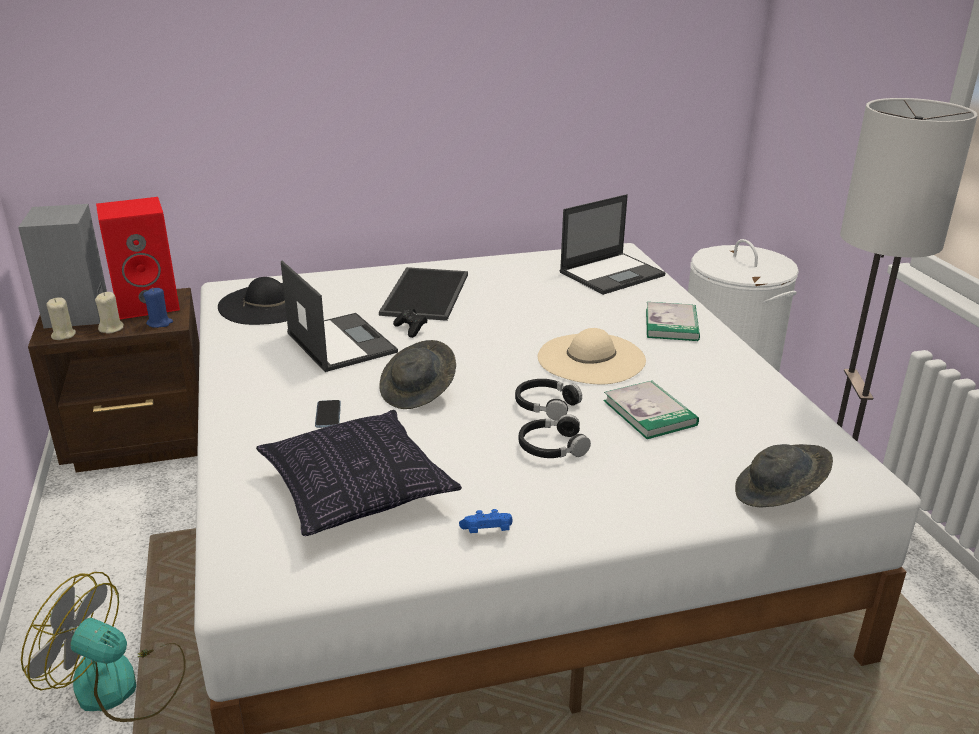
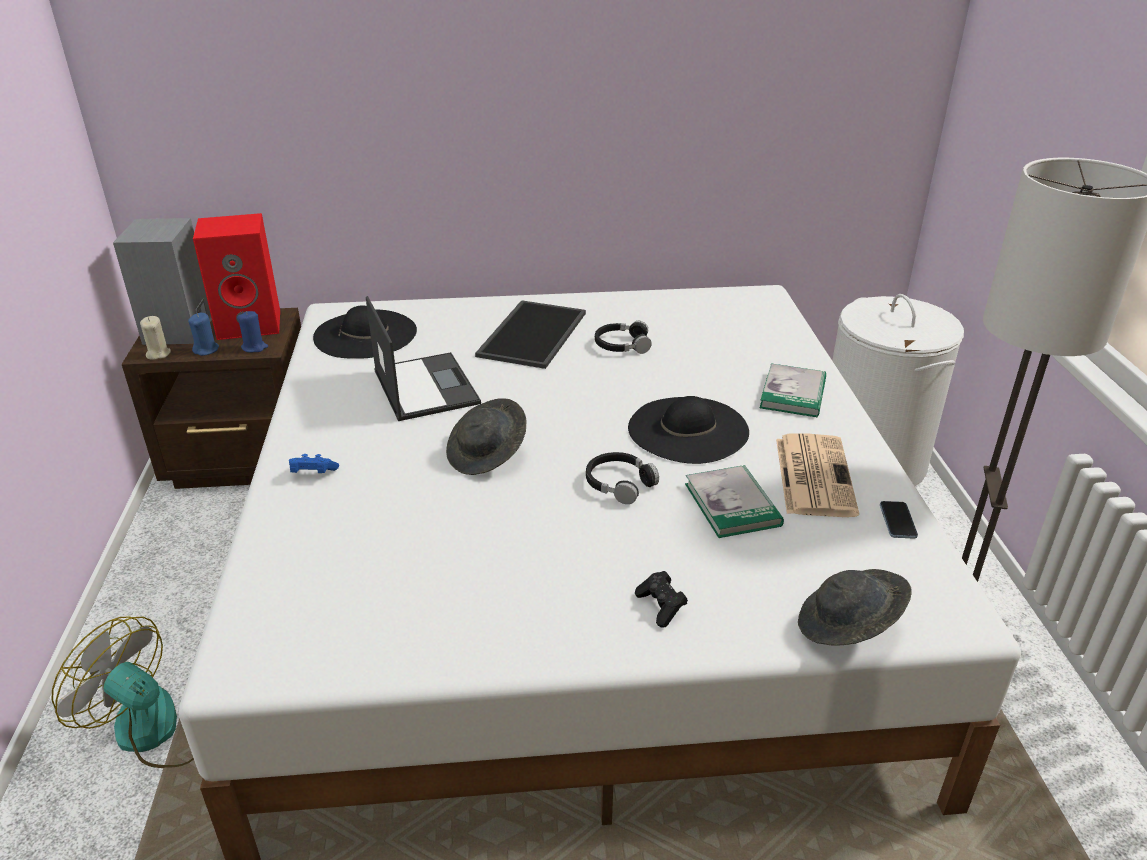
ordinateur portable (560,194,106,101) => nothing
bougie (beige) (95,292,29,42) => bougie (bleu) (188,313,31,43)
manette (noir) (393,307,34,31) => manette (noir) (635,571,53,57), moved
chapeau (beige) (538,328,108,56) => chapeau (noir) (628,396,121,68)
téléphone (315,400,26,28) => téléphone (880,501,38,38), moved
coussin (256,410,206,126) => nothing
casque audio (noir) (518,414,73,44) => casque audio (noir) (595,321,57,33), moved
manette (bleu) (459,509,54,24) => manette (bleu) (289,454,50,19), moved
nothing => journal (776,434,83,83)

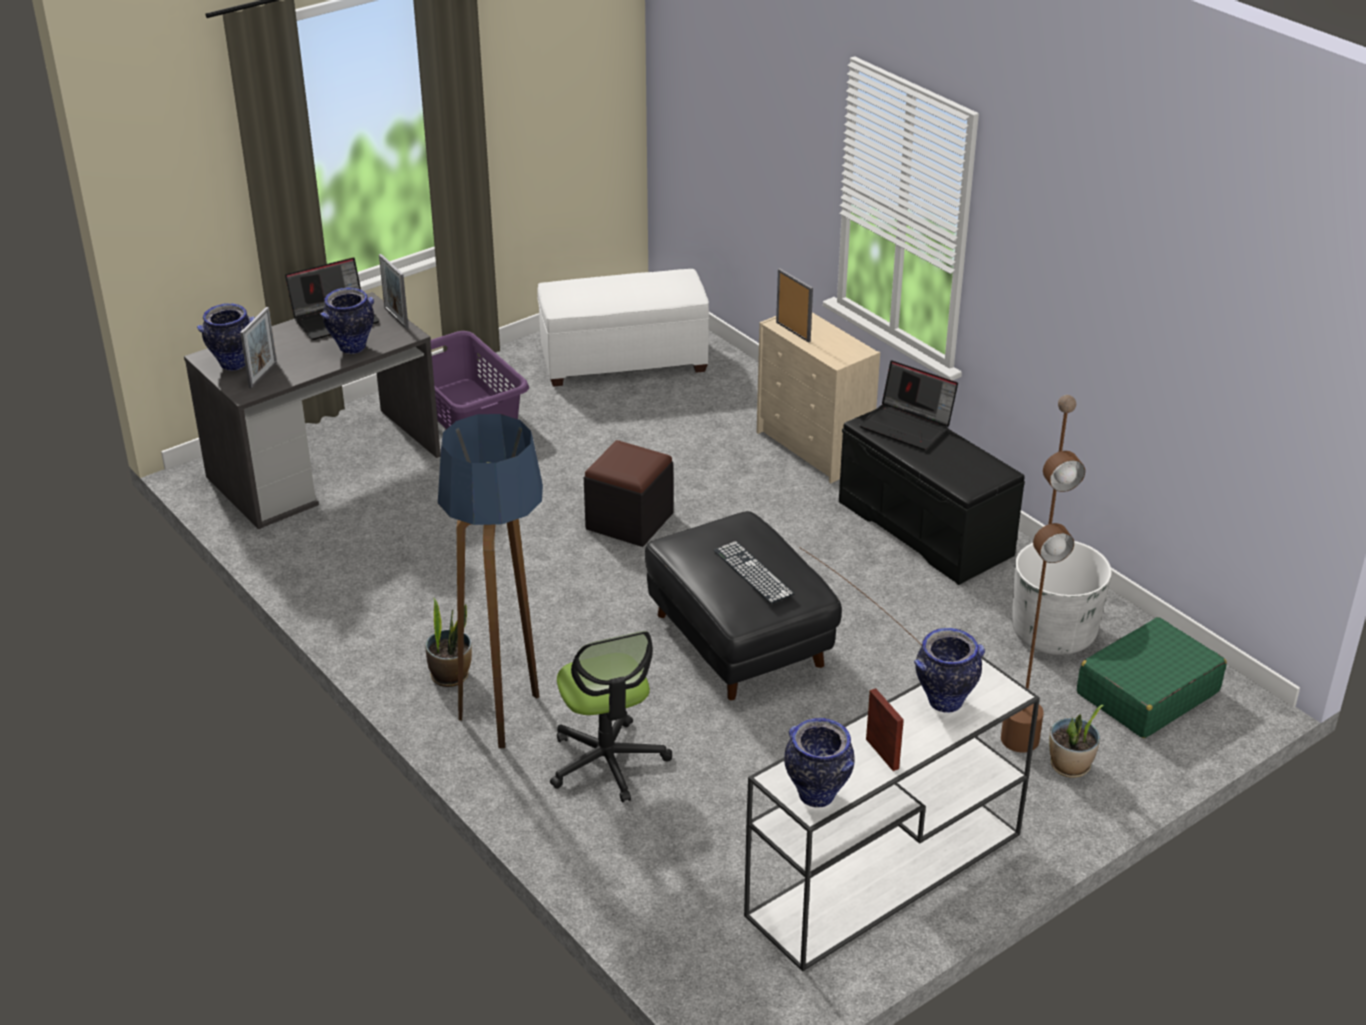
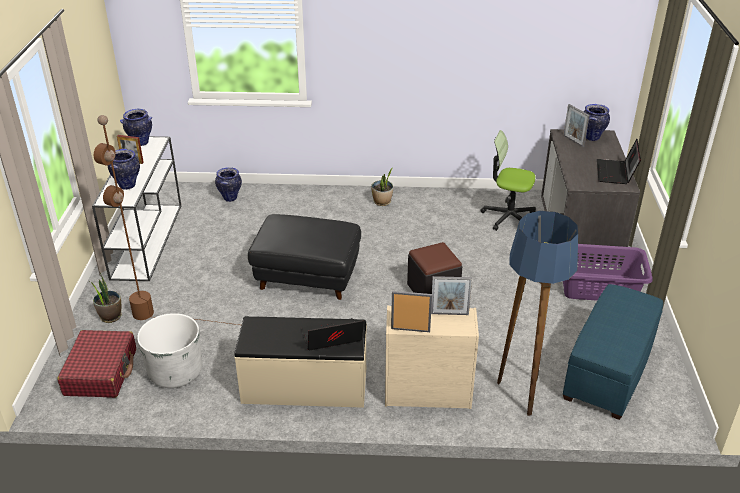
cadre photo (379,254,30,75) => cadre photo (391,291,41,41), moved
pouf (blanc) (537,269,172,118) => pouf (bleu) (563,284,100,136)
vase (320,288,54,66) => vase (215,167,27,35), moved
banc (noir) (839,409,186,176) => banc (beige) (234,316,133,92)
lampadaire (438,414,105,334) => lampadaire (497,211,81,205), moved
clavier (714,541,81,63) => nothing
valise (vert) (1077,617,150,121) => valise (rouge) (57,330,79,68)
chaise de bureau (550,631,122,172) => chaise de bureau (480,130,56,101), moved

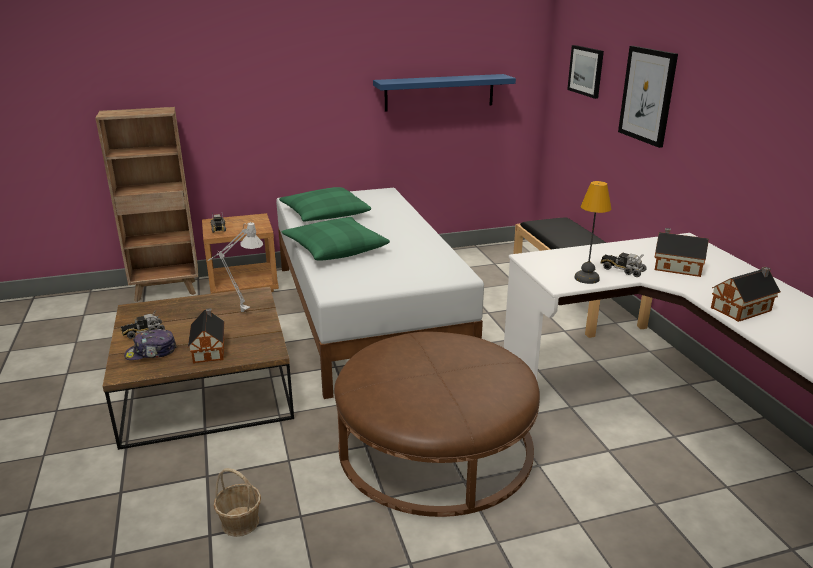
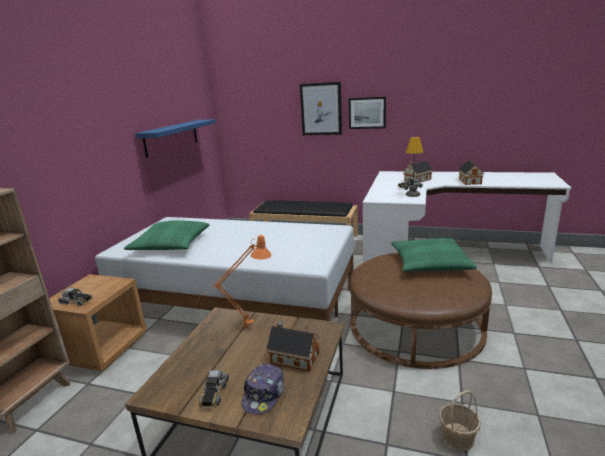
tableau (567,45,37,54) => tableau (349,97,37,32), moved
coussin (vert) (281,217,109,44) => coussin (vert) (391,238,86,34), moved
lampe de table (gris) (208,222,55,92) => lampe de table (orange) (196,235,75,93)

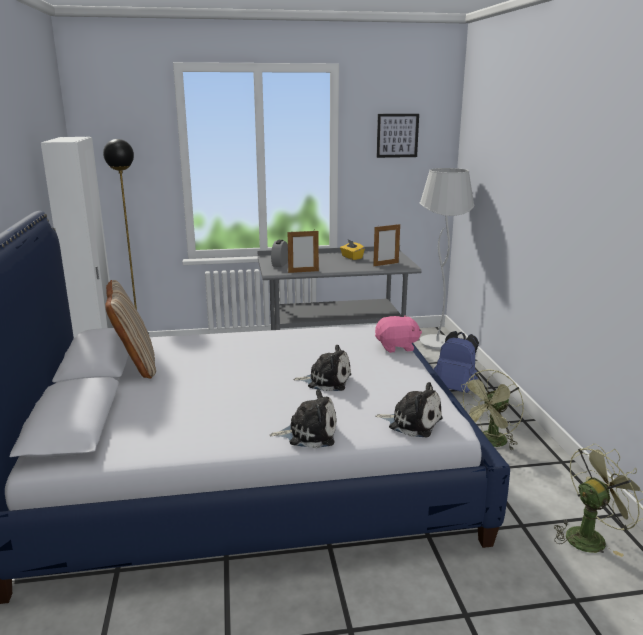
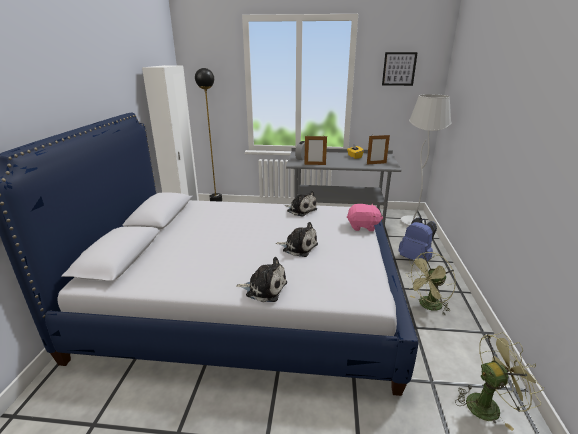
coussin (beige) (105,280,51,98) => nothing
peluche (375,382,68,55) => peluche (285,191,32,26), moved

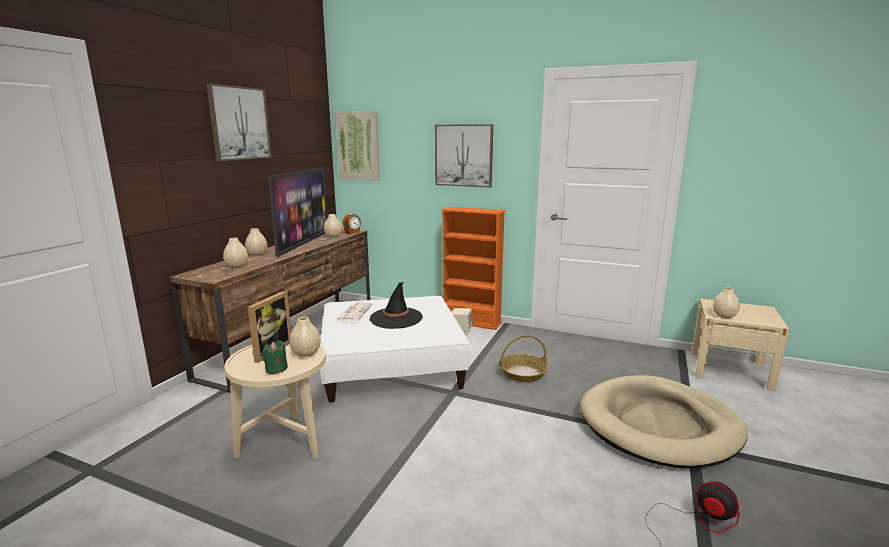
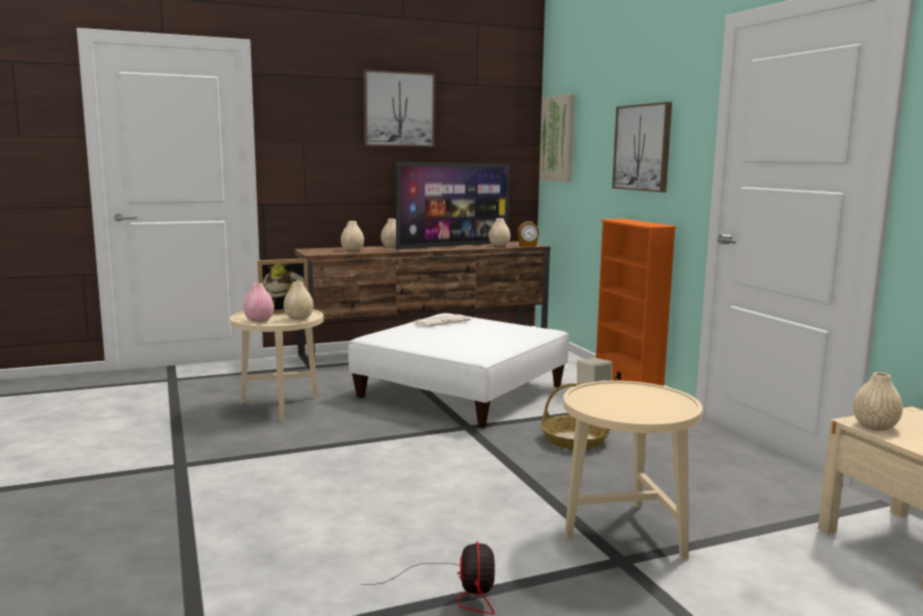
chapeau (noir) (370,282,53,47) => nothing
bougie (vert) (262,341,26,33) => vase (rose) (243,283,31,39)
panier pour chien (beige) (580,375,168,94) => table d'appoint (beige) (563,381,140,178)

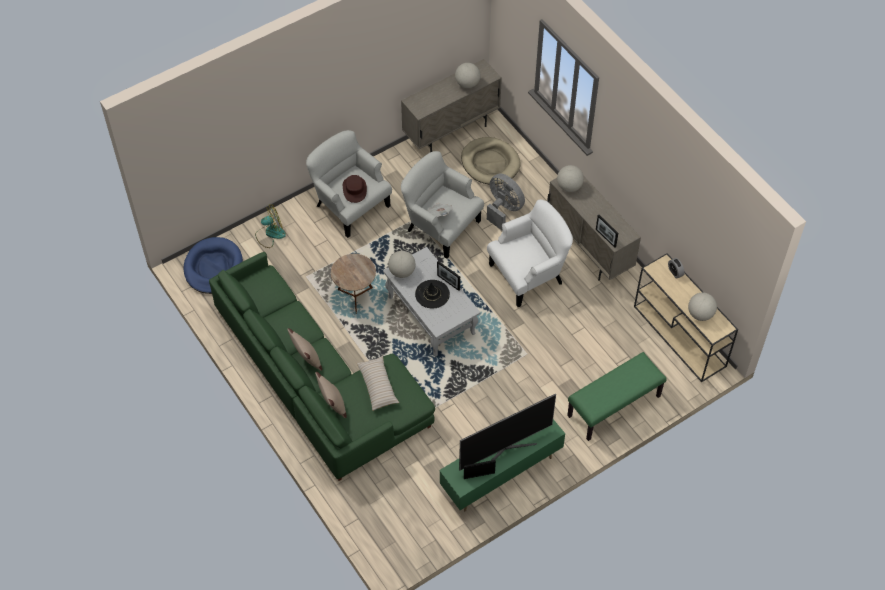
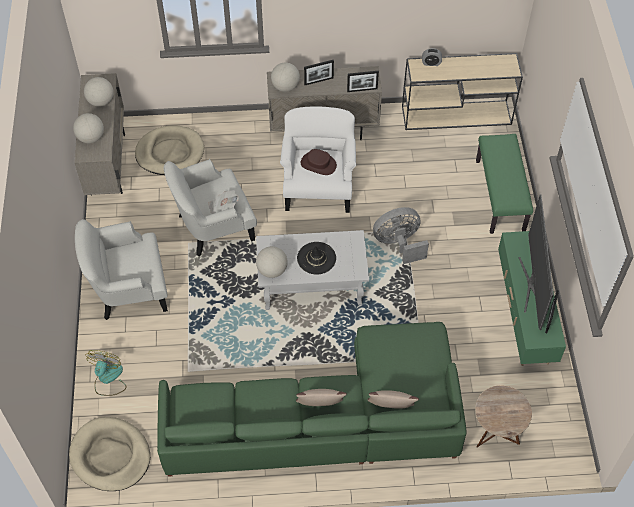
ventilateur (gris) (487,173,38,58) => ventilateur (gris) (373,207,56,57), moved
chapeau (marron) (343,175,24,28) => chapeau (marron) (301,149,36,26), moved
panier pour chien (bleu) (184,237,59,57) => panier pour chien (beige) (69,417,81,74)
table d'appoint (marron) (331,254,45,60) => table d'appoint (marron) (475,386,57,61), moved
cadre photo (437,261,23,30) => cadre photo (304,60,30,25), moved
globe (688,293,29,28) => globe (73,113,31,30), moved
coussin (beige) (357,356,42,55) => nothing

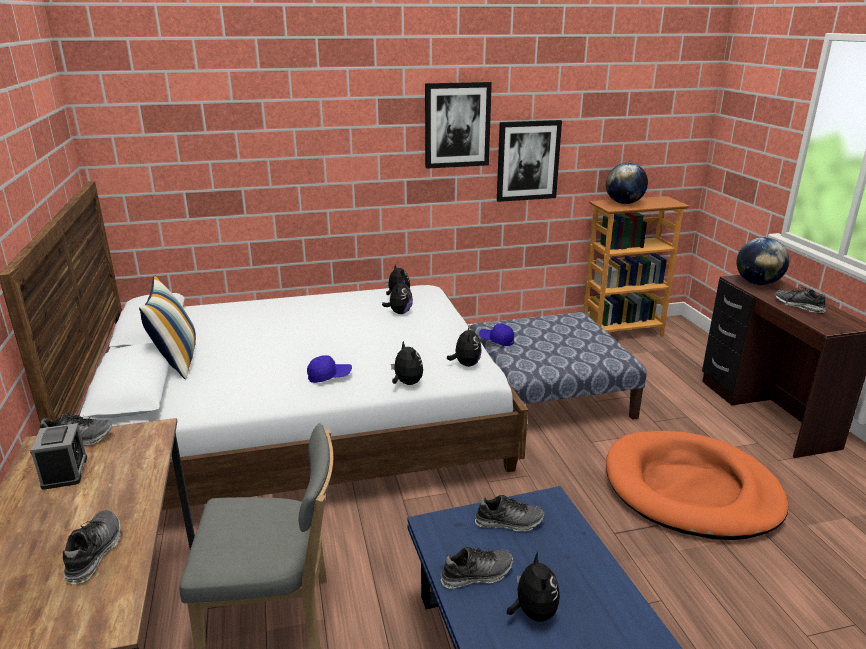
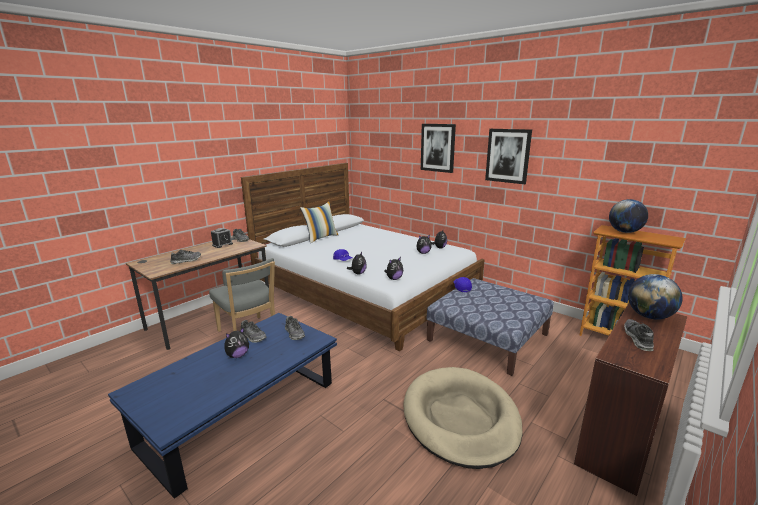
tableau (497,120,65,82) => tableau (421,124,35,49), moved
panier pour chien (orange) (606,431,182,109) => panier pour chien (beige) (404,367,119,102)

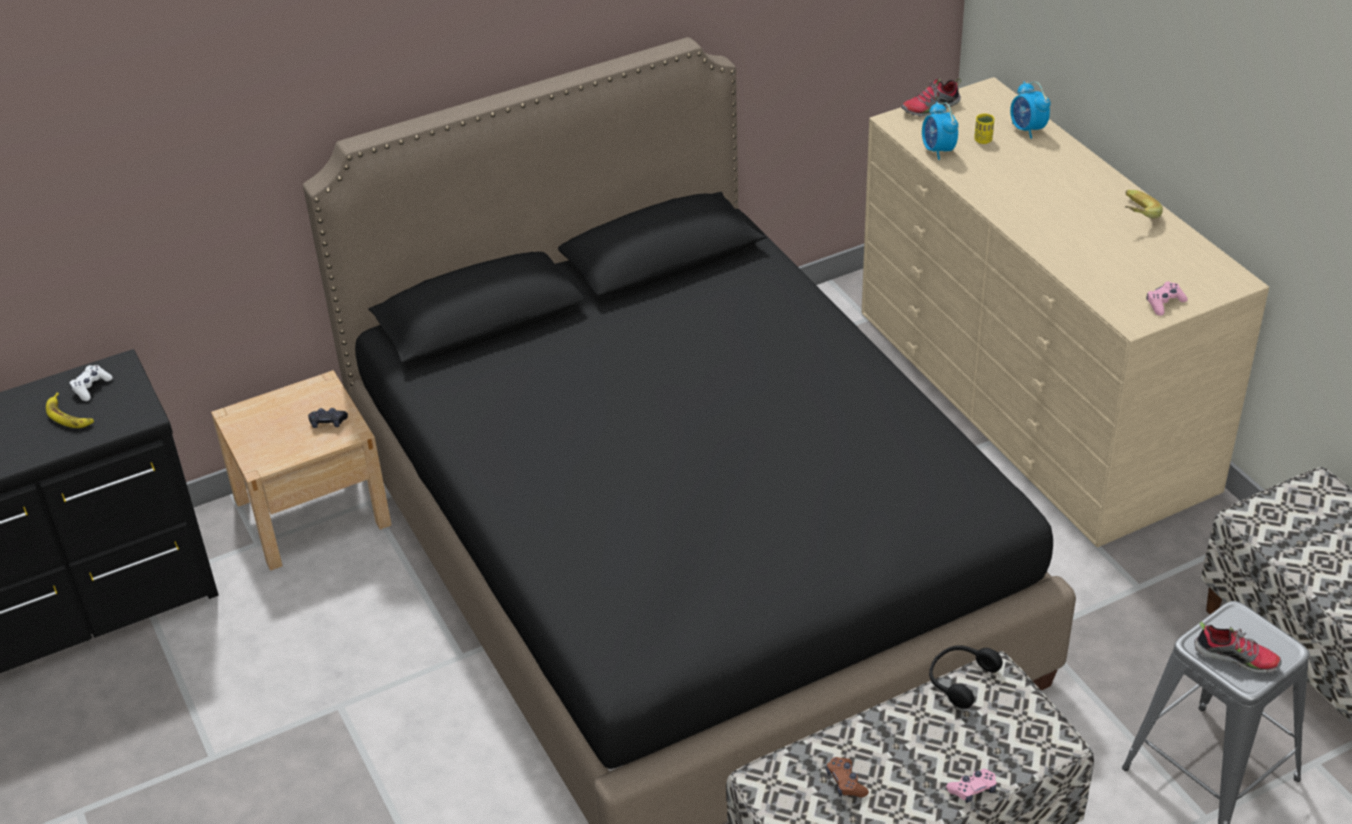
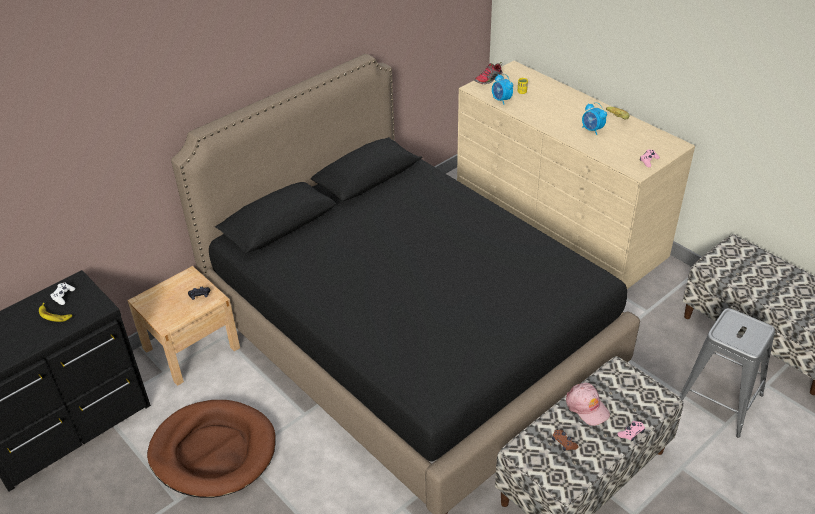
réveil (1010,82,41,57) => réveil (582,103,25,32), moved
chaussure (1194,622,87,51) => nothing
casque audio (noir) (929,645,74,64) => nothing
nothing => casquette (rose) (566,383,44,43)
nothing => panier pour chien (marron) (147,400,129,98)

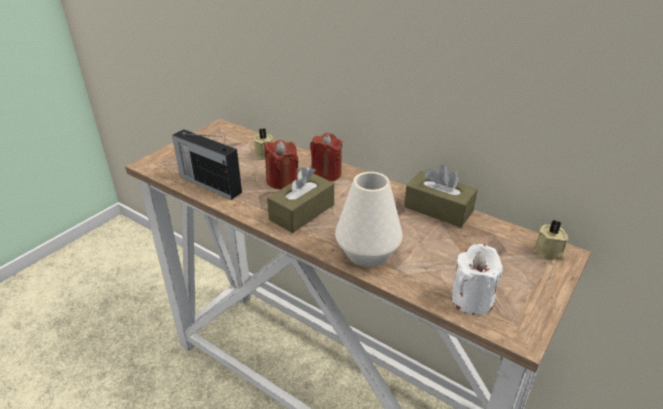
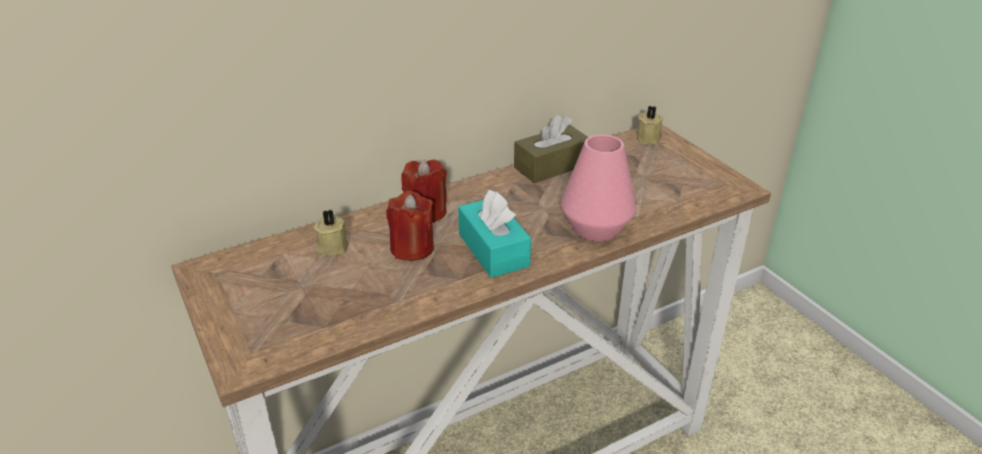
radio (172,129,70,71) => nothing
boîte à mouchoirs (marron) (267,167,67,66) => boîte à mouchoirs (turquoise) (458,190,73,88)
vase (blanc) (335,172,67,95) => vase (rose) (561,134,75,107)
bougie (blanc) (451,244,52,71) => nothing

